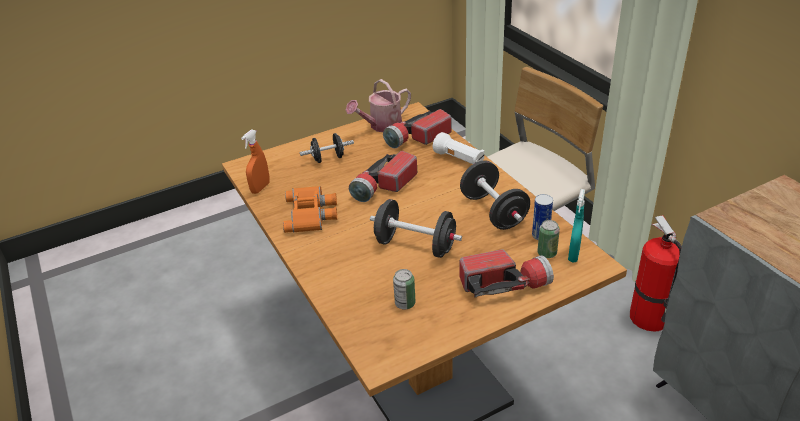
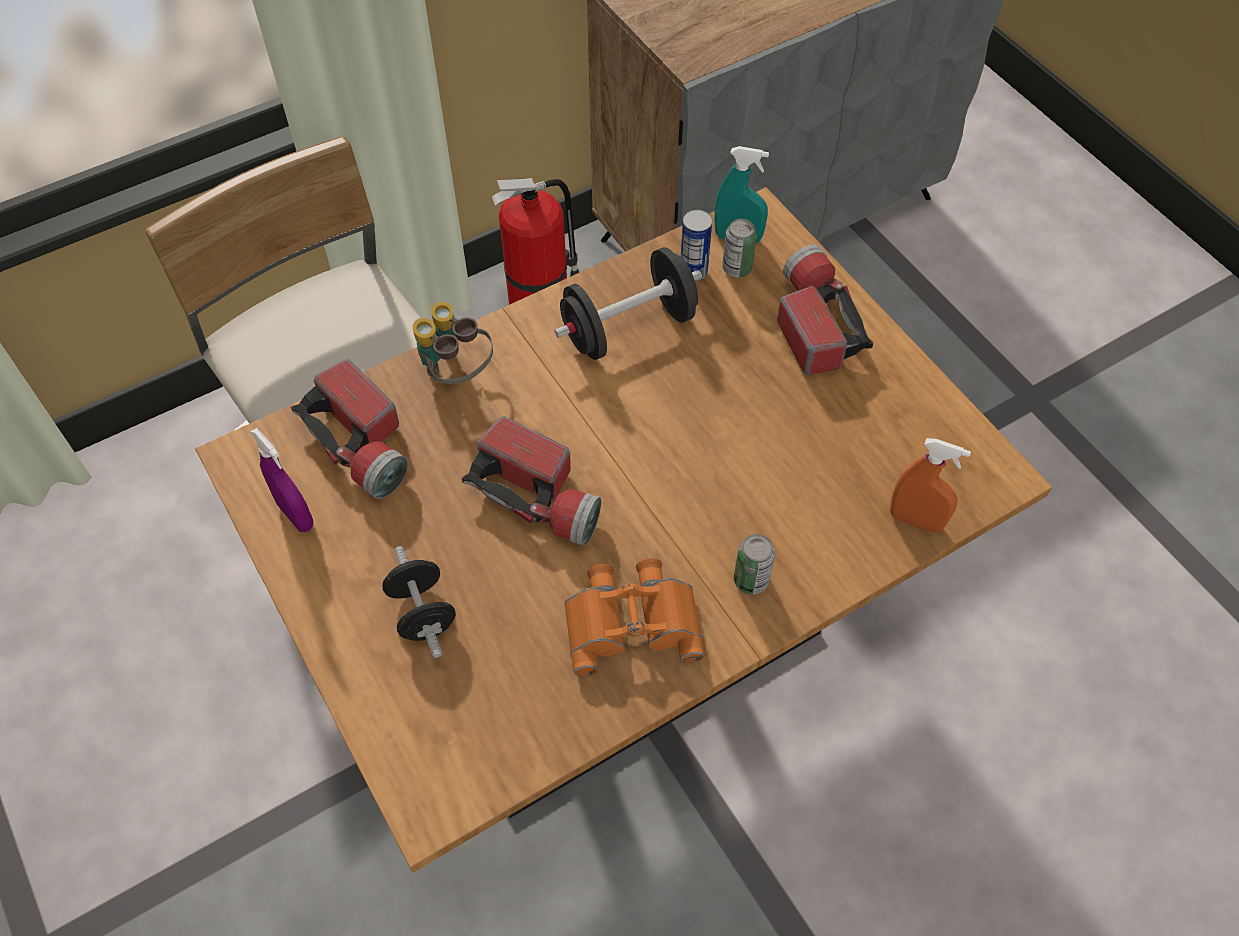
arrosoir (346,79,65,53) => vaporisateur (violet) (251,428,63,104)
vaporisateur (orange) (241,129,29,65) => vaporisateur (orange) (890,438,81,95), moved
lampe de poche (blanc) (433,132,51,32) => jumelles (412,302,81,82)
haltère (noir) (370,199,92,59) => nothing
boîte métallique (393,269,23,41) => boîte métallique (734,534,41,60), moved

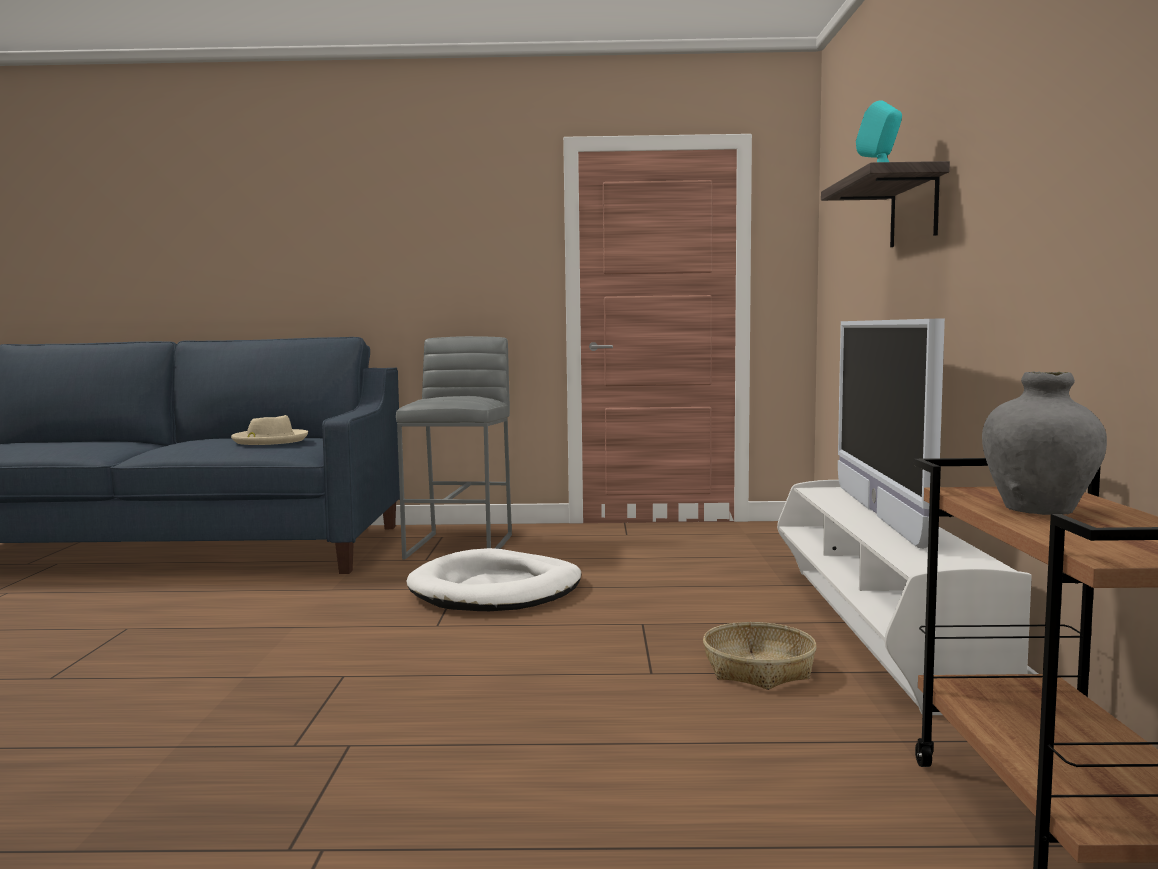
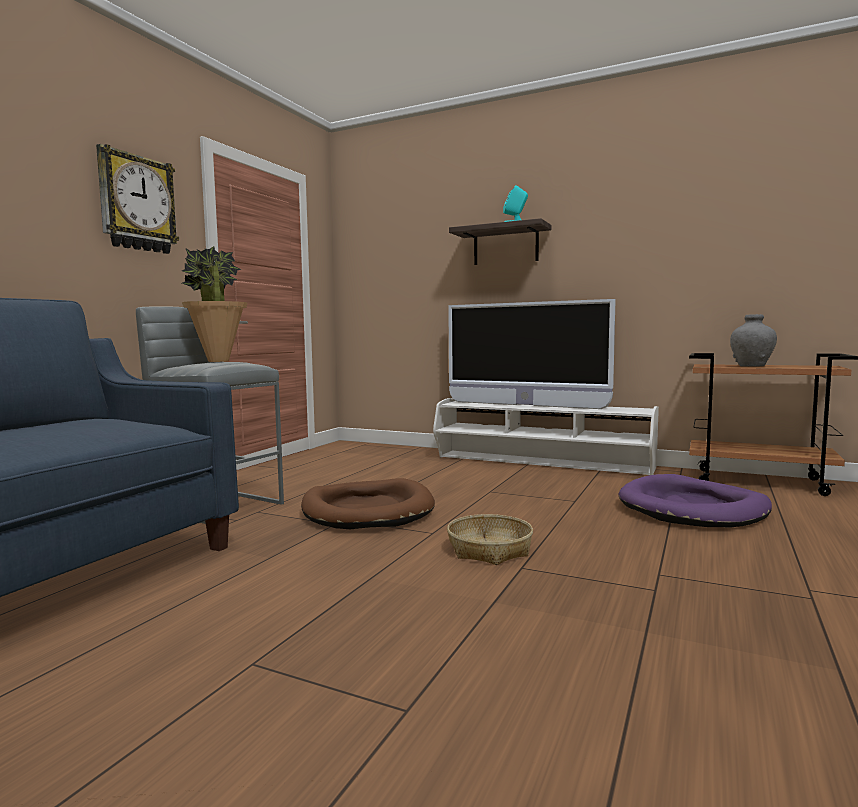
chapeau (beige) (231,415,77,30) => nothing
panier pour chien (blanc) (406,548,175,63) => panier pour chien (marron) (301,478,134,51)
panier (703,622,114,68) => panier (447,514,86,51), moved
nothing => horloge murale (96,144,83,110)
nothing => plante en pot (182,246,65,116)
nothing => panier pour chien (violet) (619,474,153,53)

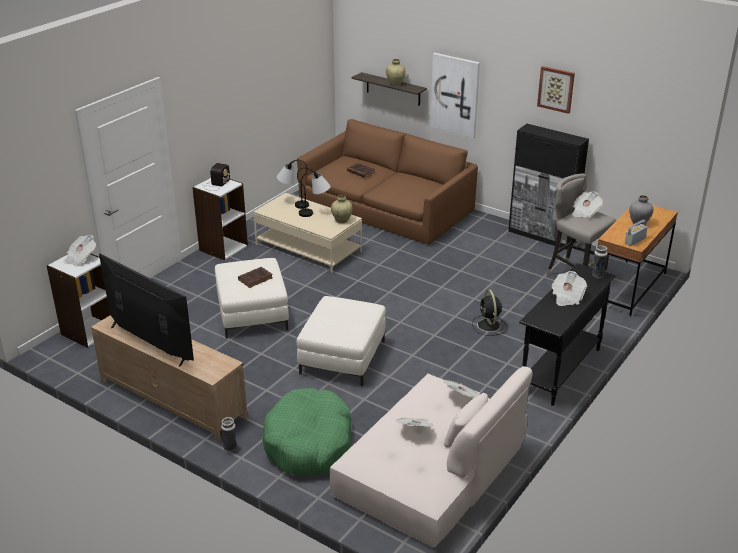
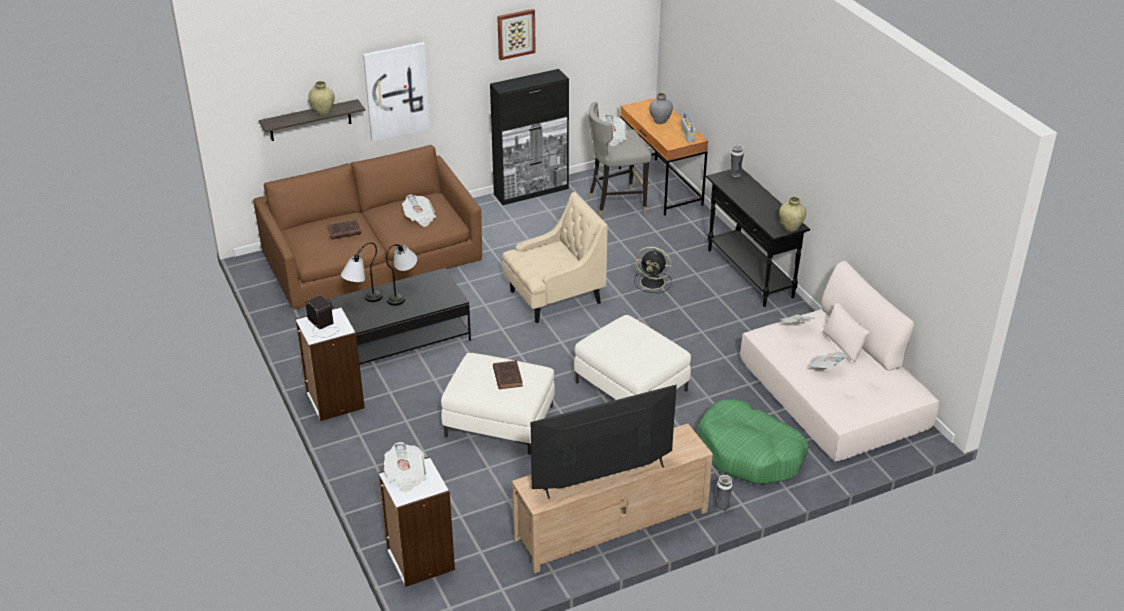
table basse (beige) (253,193,109,80) => table basse (noir) (329,268,142,96)
vase (beige) (331,195,22,28) => vase (beige) (779,197,27,34), moved
journal (551,271,36,35) => journal (402,194,34,33), moved
nothing => fauteuil (beige) (502,192,106,131)

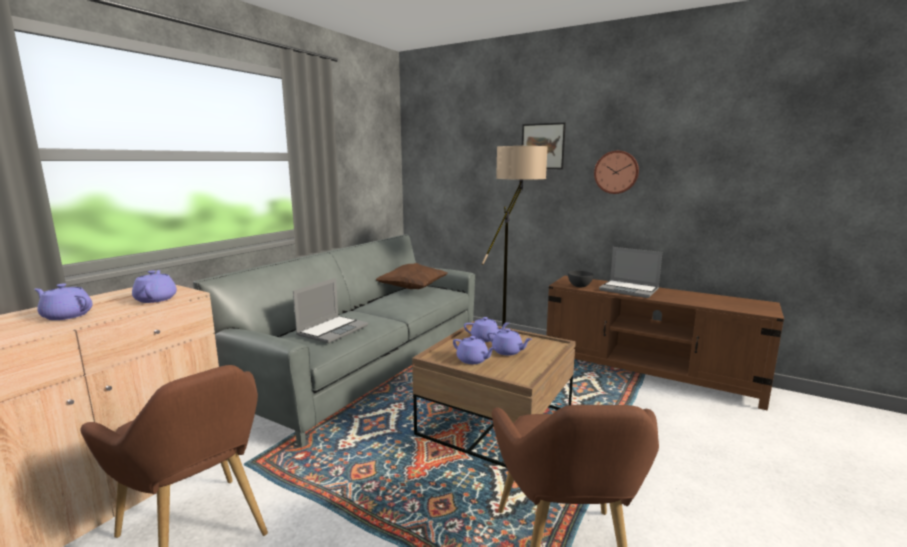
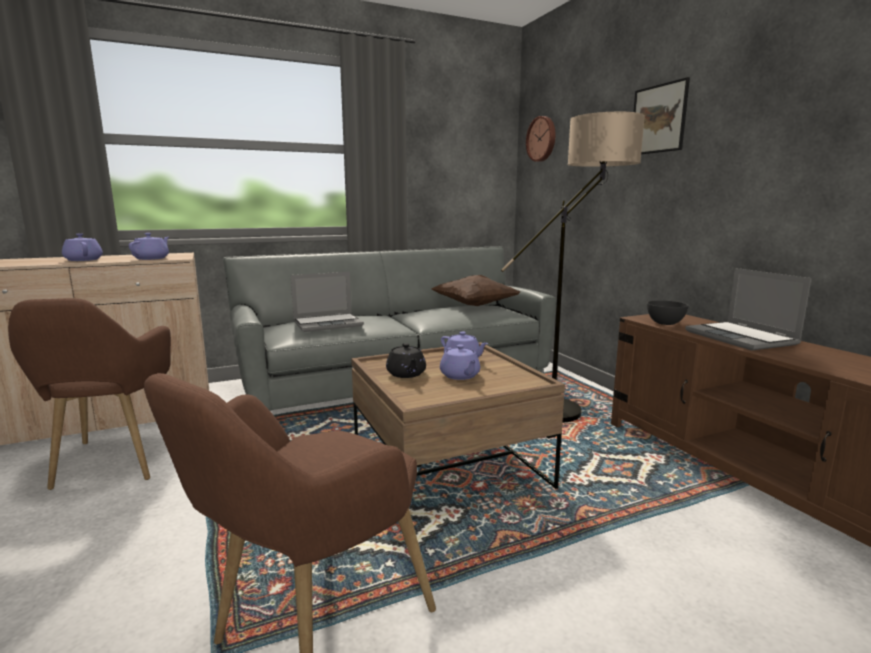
horloge murale (594,151,45,43) => horloge murale (526,116,30,46), moved
théière (violet) (453,336,43,28) => théière (noir) (386,343,40,35)

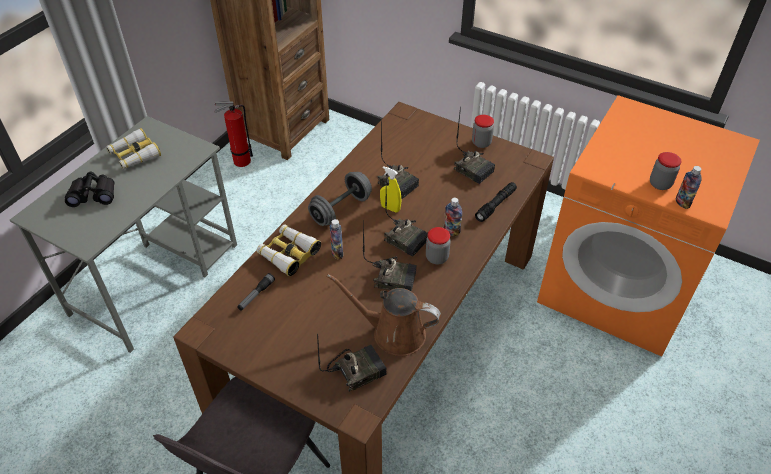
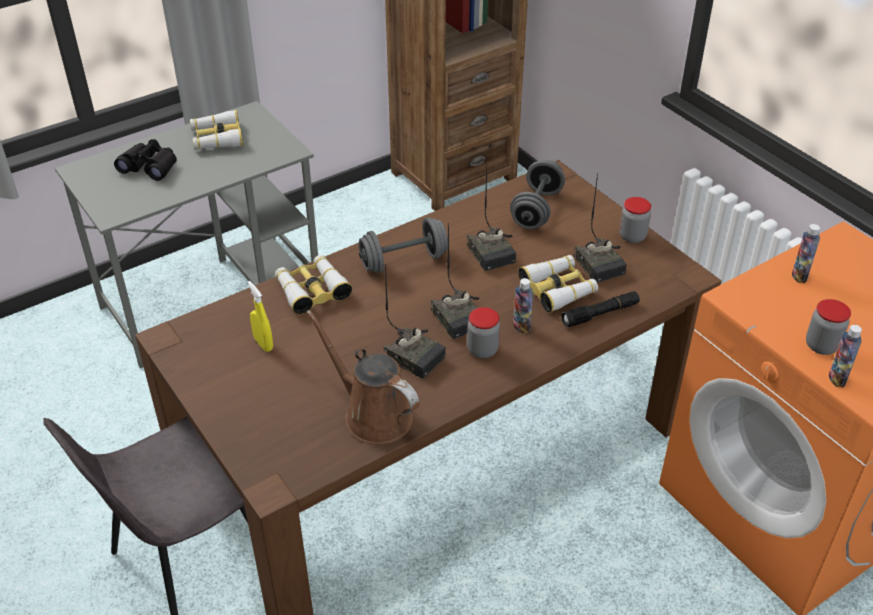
extincteur (214,101,39,66) => nothing
vaporisateur (jaune) (380,166,21,46) => vaporisateur (jaune) (248,281,25,71), moved
bouteille (330,219,13,41) => bouteille (792,224,28,59), moved
lampe de poche (237,273,38,38) => nothing
radio (317,334,70,58) => nothing
nothing => haltère (gris) (510,159,55,70)
nothing => jumelles (519,255,79,58)

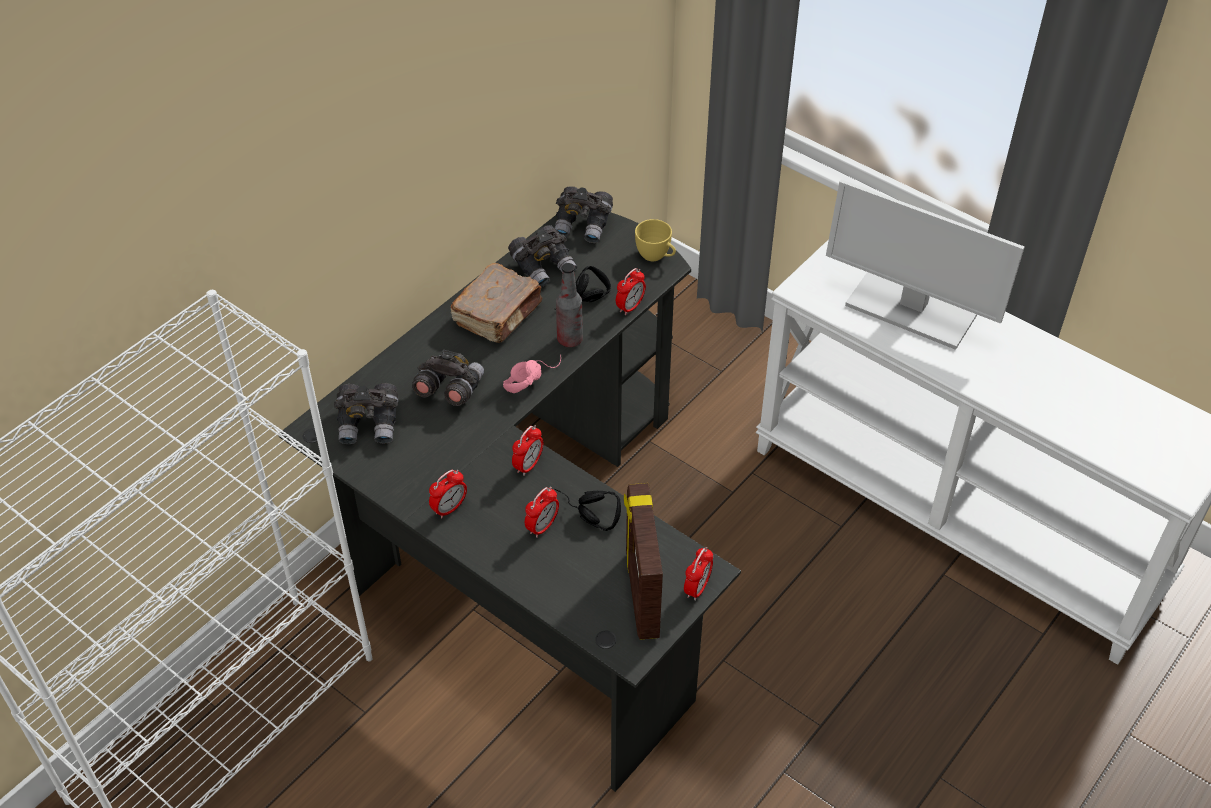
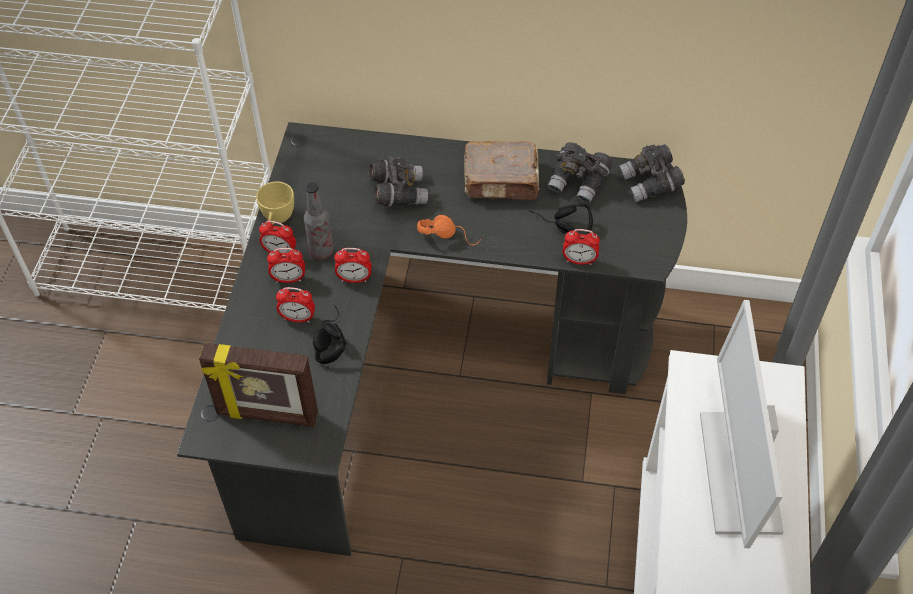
tasse (jaune) (635,219,41,42) => tasse (jaune) (256,182,38,43), moved
bouteille (556,263,27,84) => bouteille (304,182,30,78), moved
casque audio (rose) (503,355,58,38) => casque audio (orange) (417,215,64,30)
jumelles (gris) (334,383,64,61) => nothing
cadre photo (624,483,39,157) => cadre photo (199,343,119,84), 135 degrees counterclockwise
réveil (684,547,29,54) => réveil (267,248,38,35), moved

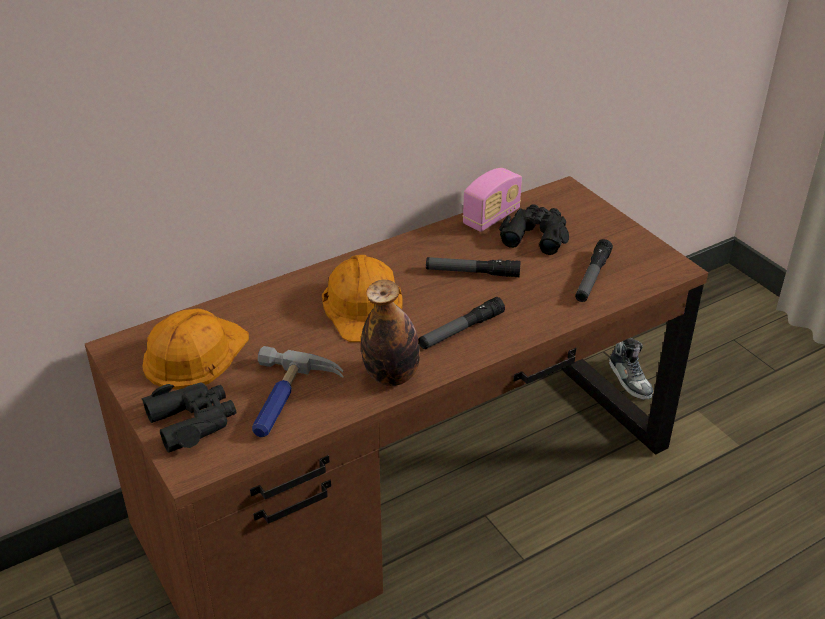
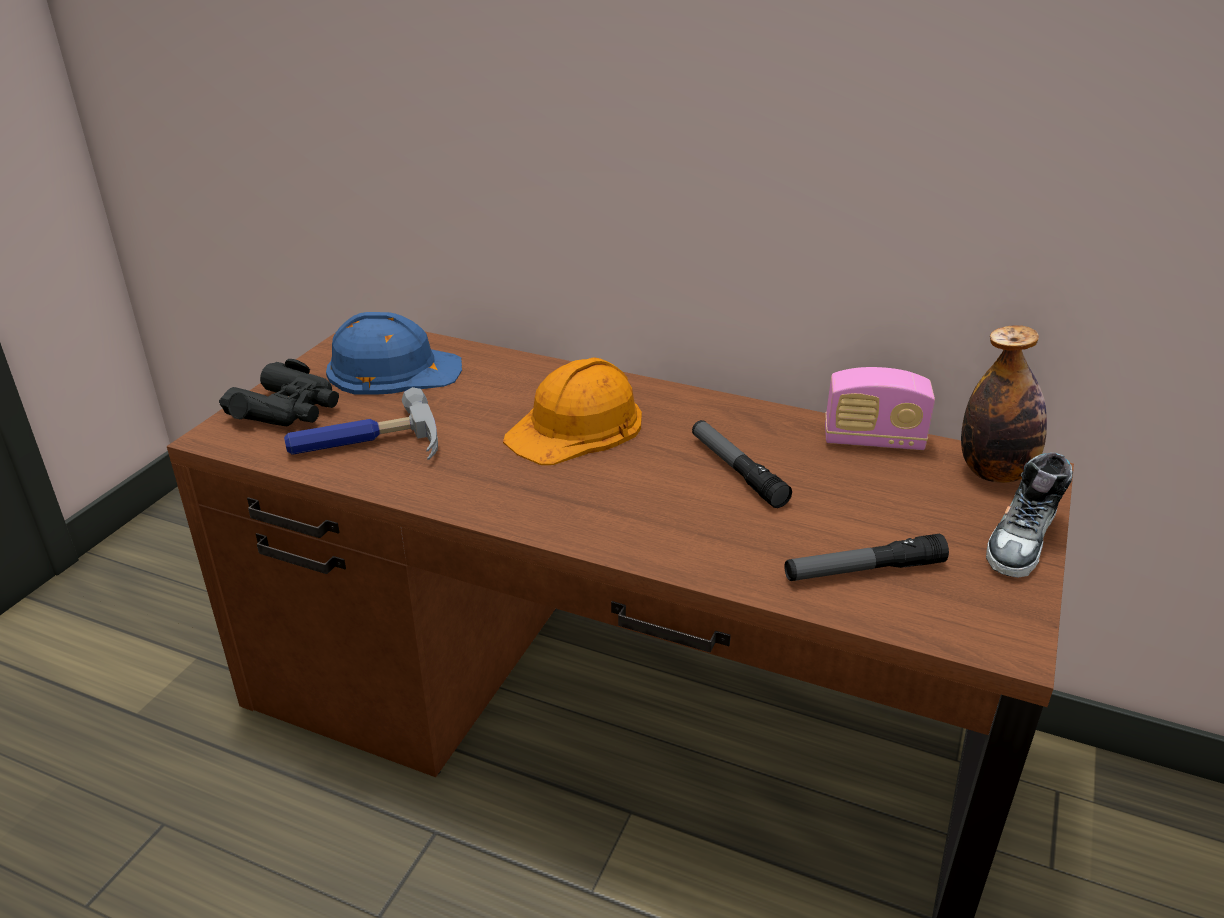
jumelles (noir) (499,204,70,51) => nothing
bouteille (361,280,59,106) => bouteille (961,325,86,158), moved
lampe de poche (418,297,87,52) => nothing
casque de chantier (orange) (142,309,107,81) => casque de chantier (bleu) (326,312,136,83)
chaussure (609,338,44,62) => chaussure (986,453,87,125), moved

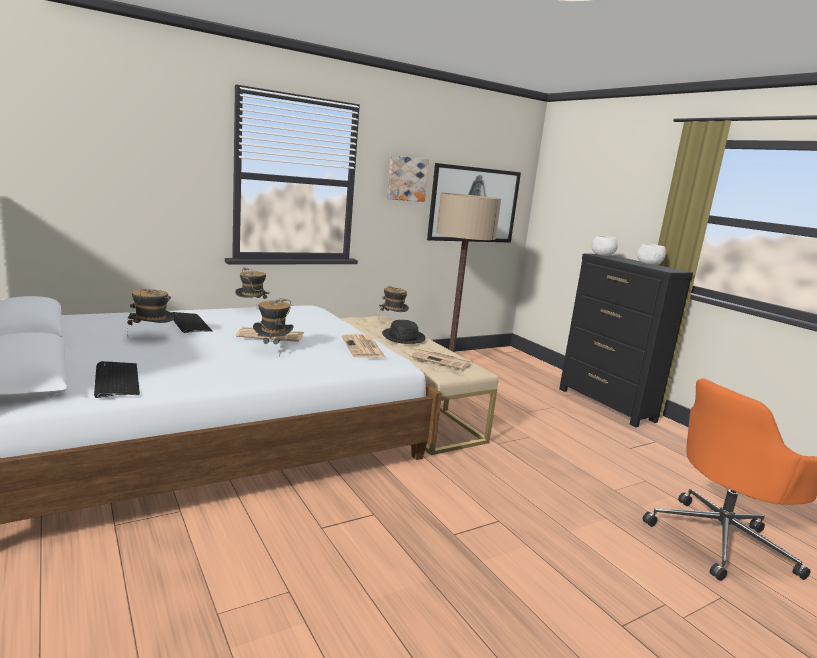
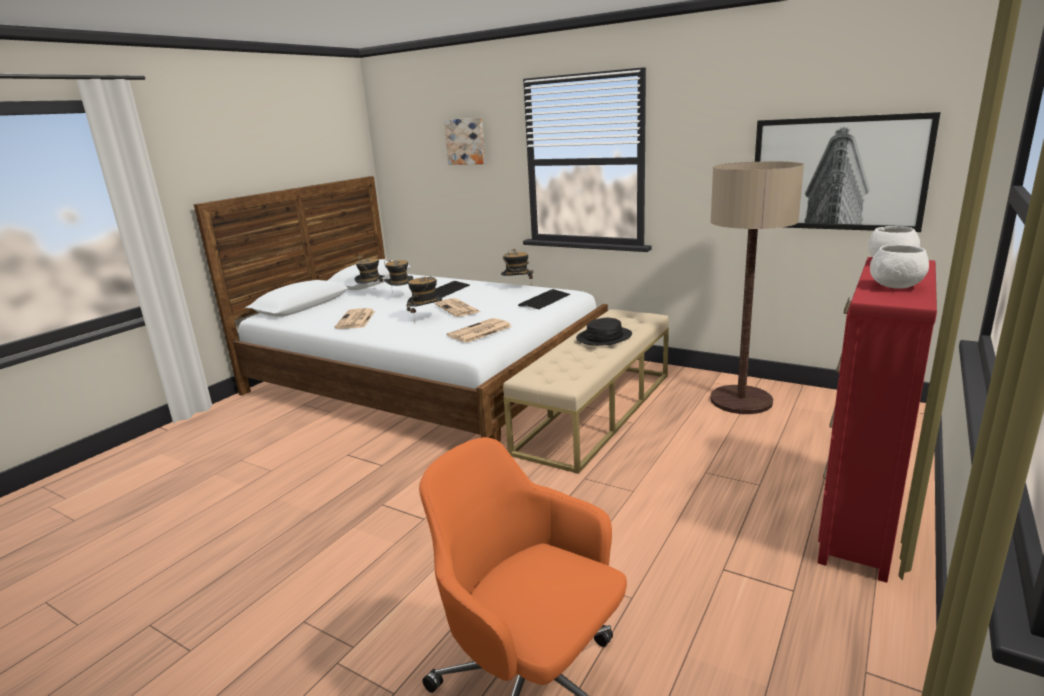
tableau (387,155,42,47) => tableau (444,118,42,47), moved
commode (noir) (559,254,134,173) => commode (rouge) (817,257,120,326)
chapeau (379,286,30,26) => chapeau (354,257,31,32), moved
journal (409,348,63,21) => journal (335,308,40,21), moved
clavier (94,361,46,37) => clavier (518,289,52,20), moved

